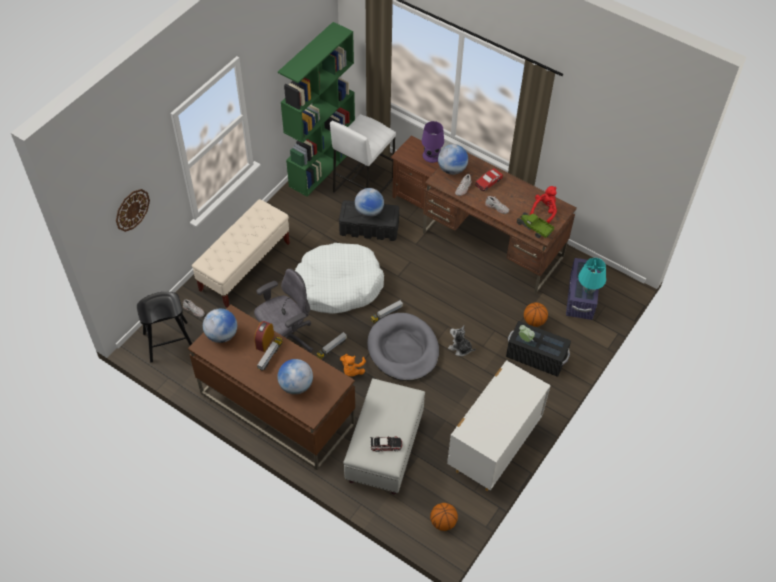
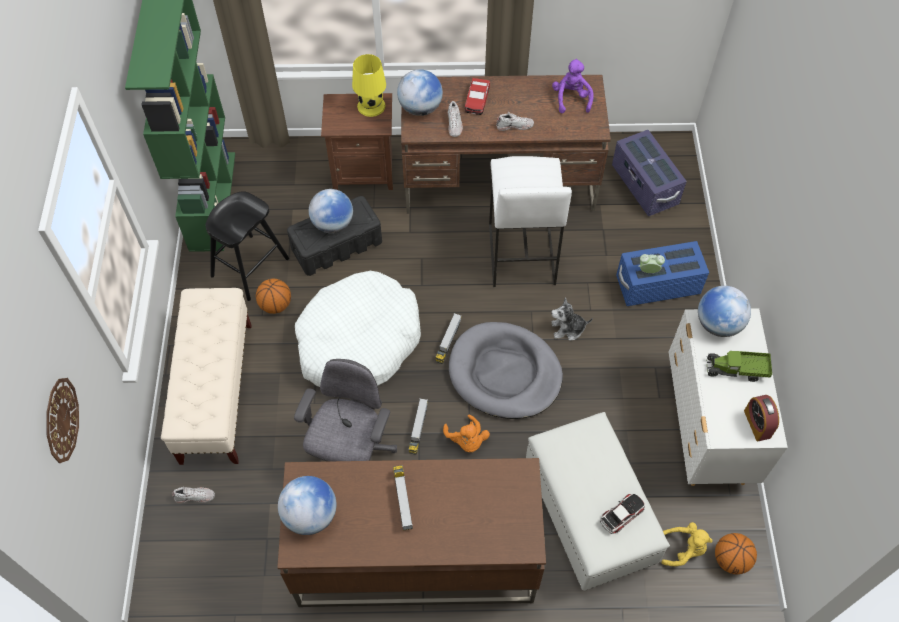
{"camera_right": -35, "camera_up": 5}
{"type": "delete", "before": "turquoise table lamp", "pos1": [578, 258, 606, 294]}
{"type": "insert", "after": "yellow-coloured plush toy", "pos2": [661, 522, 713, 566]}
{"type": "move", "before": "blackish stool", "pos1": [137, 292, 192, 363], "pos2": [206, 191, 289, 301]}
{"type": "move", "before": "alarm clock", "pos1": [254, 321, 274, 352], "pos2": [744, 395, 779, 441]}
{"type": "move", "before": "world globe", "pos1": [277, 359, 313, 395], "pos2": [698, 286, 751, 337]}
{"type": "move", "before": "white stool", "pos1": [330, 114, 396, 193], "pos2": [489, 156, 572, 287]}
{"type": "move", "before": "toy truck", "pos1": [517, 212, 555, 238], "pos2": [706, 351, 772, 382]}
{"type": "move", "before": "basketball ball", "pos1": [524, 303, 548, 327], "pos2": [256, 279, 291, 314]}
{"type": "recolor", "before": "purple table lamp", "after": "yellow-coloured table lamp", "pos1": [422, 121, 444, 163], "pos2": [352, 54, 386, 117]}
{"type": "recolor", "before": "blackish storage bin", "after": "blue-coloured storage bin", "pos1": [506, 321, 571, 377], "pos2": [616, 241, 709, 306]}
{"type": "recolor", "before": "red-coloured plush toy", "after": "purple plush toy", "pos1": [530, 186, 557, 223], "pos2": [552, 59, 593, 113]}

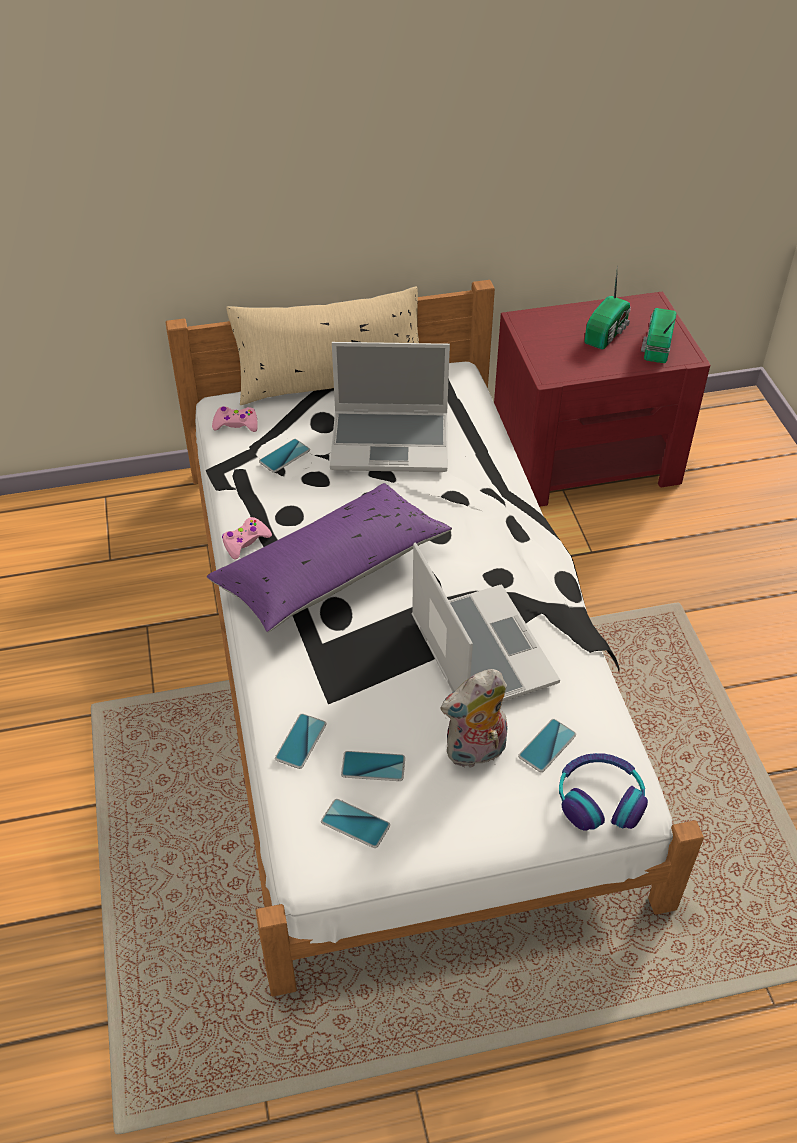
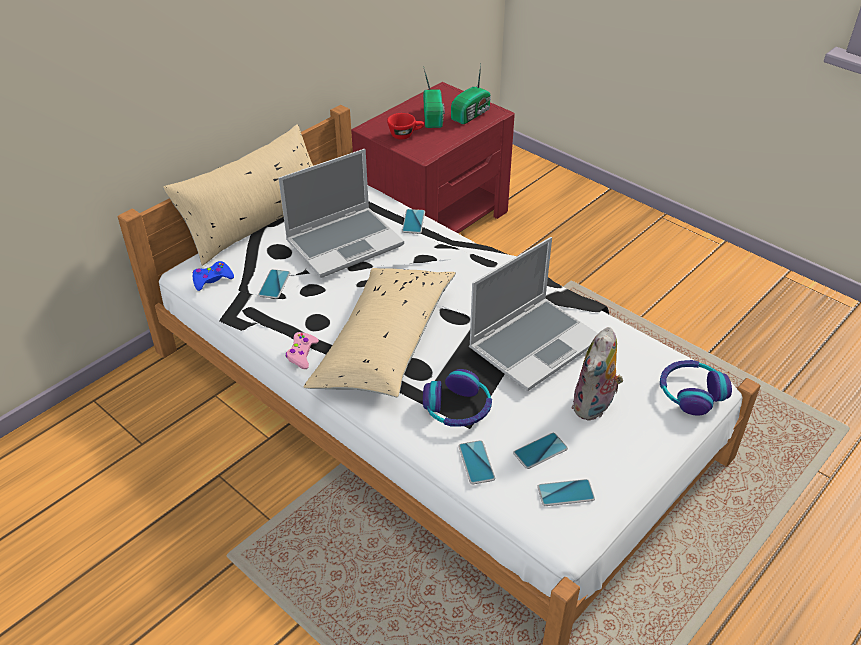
{"camera_right": -35, "camera_up": -5}
{"type": "insert", "after": "red-coloured cup", "pos2": [387, 113, 424, 139]}
{"type": "insert", "after": "pair of headphones", "pos2": [423, 369, 492, 427]}
{"type": "move", "before": "handset", "pos1": [518, 719, 576, 772], "pos2": [402, 209, 425, 234]}
{"type": "recolor", "before": "purple throw pillow", "after": "sand-coloured throw pillow", "pos1": [207, 483, 452, 632], "pos2": [304, 268, 456, 397]}
{"type": "recolor", "before": "pinkish joypad", "after": "blue-coloured joypad", "pos1": [212, 406, 258, 432], "pos2": [193, 261, 234, 291]}
{"type": "rotate", "before": "notebook computer", "pos1": [411, 542, 560, 702], "pos2": [469, 237, 598, 391], "turn": 105}
{"type": "rotate", "before": "radio receiver", "pos1": [641, 308, 677, 363], "pos2": [451, 65, 491, 124], "turn": -120}

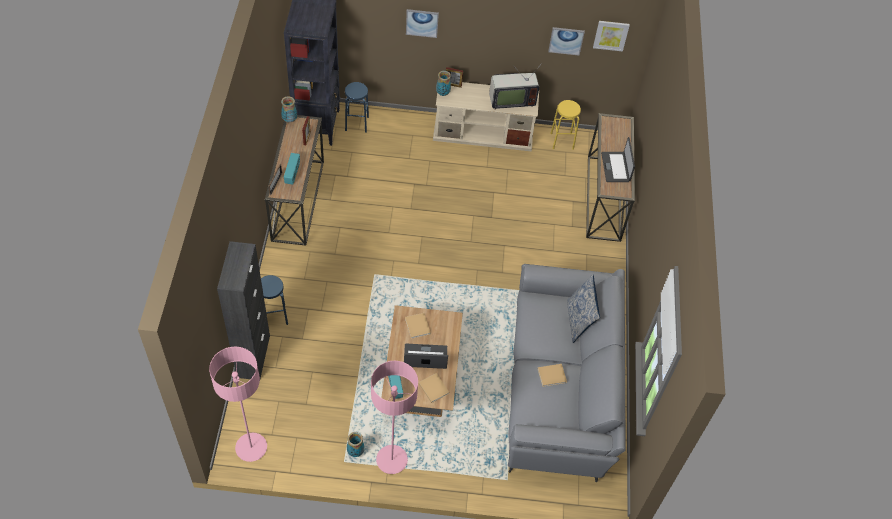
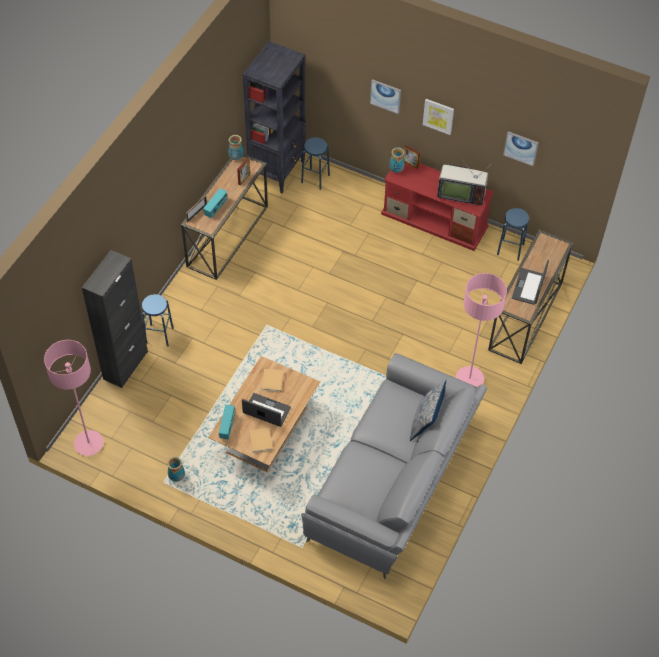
{"camera_right": 25, "camera_up": 0}
{"type": "delete", "before": "sand-coloured book", "pos1": [538, 364, 567, 387]}
{"type": "move", "before": "pinkish standard lamp", "pos1": [371, 361, 418, 474], "pos2": [456, 273, 507, 387]}
{"type": "move", "before": "picture", "pos1": [593, 21, 630, 51], "pos2": [423, 99, 454, 135]}
{"type": "recolor", "before": "sand-coloured tv unit", "after": "red-coloured tv unit", "pos1": [433, 82, 539, 152], "pos2": [381, 163, 494, 251]}
{"type": "recolor", "before": "yellow-coloured stool", "after": "blue-coloured stool", "pos1": [550, 100, 581, 150], "pos2": [497, 208, 529, 261]}

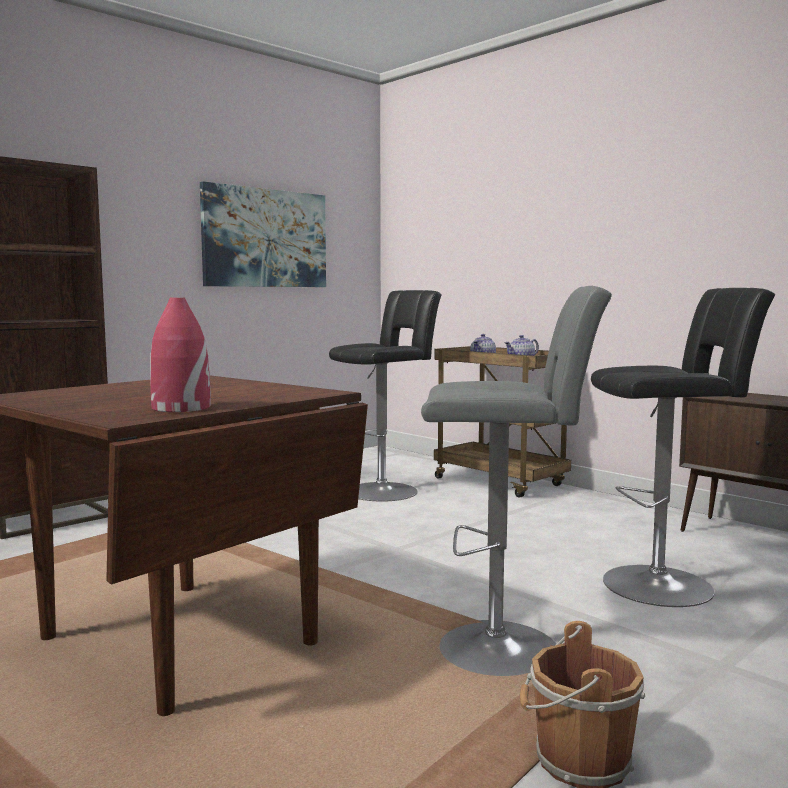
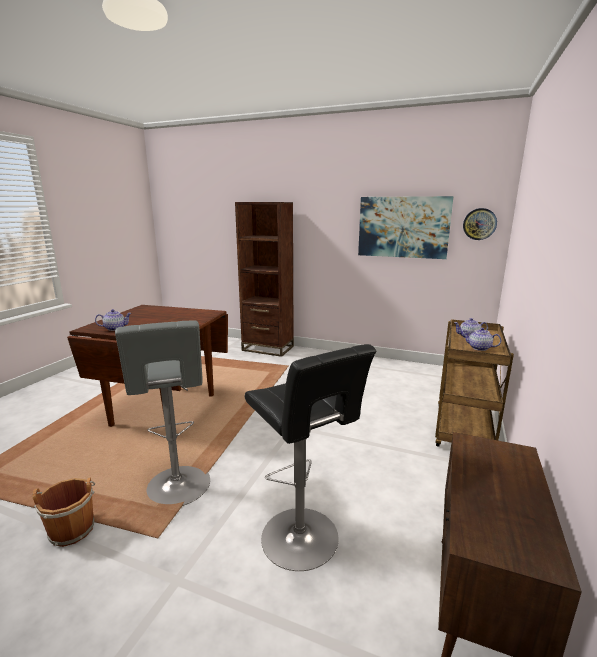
{"camera_right": 65, "camera_up": 10}
{"type": "delete", "before": "blackish stool", "pos1": [329, 290, 442, 501]}
{"type": "insert", "after": "wall clock", "pos2": [463, 208, 497, 240]}
{"type": "replace", "before": "red-coloured flower vase", "after": "tea pot", "pos1": [150, 298, 211, 412], "pos2": [95, 309, 131, 331]}

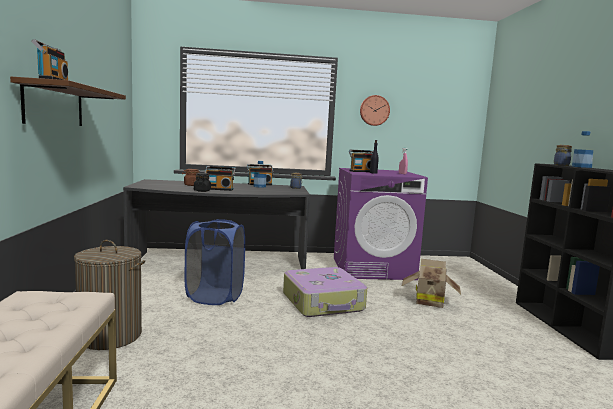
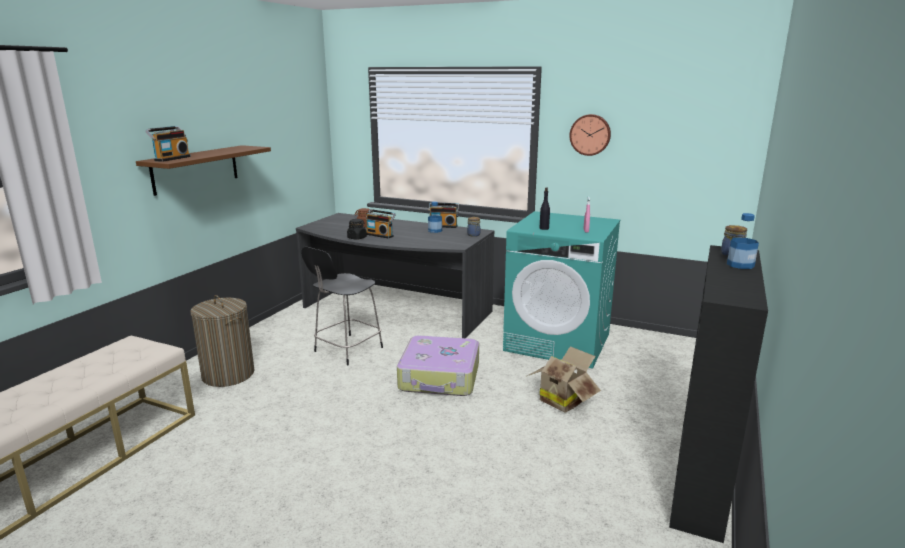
{"camera_right": 30, "camera_up": 10}
{"type": "delete", "before": "radio receiver", "pos1": [349, 150, 373, 172]}
{"type": "replace", "before": "blue-coloured hamper", "after": "blackish stool", "pos1": [185, 219, 245, 305], "pos2": [301, 247, 383, 365]}
{"type": "recolor", "before": "purple laundry machine", "after": "turquoise laundry machine", "pos1": [334, 168, 428, 280], "pos2": [503, 211, 620, 369]}

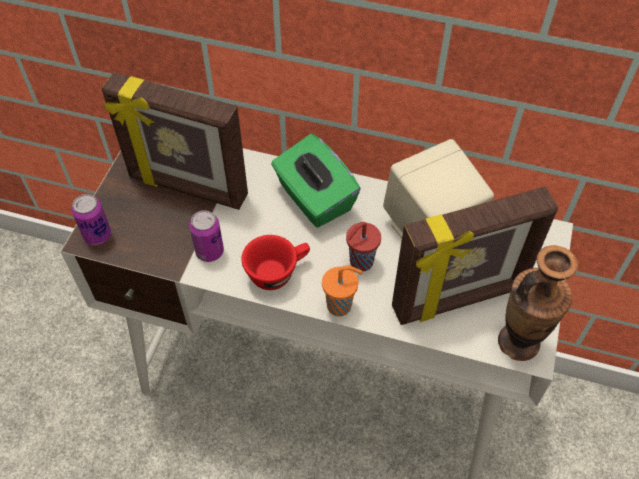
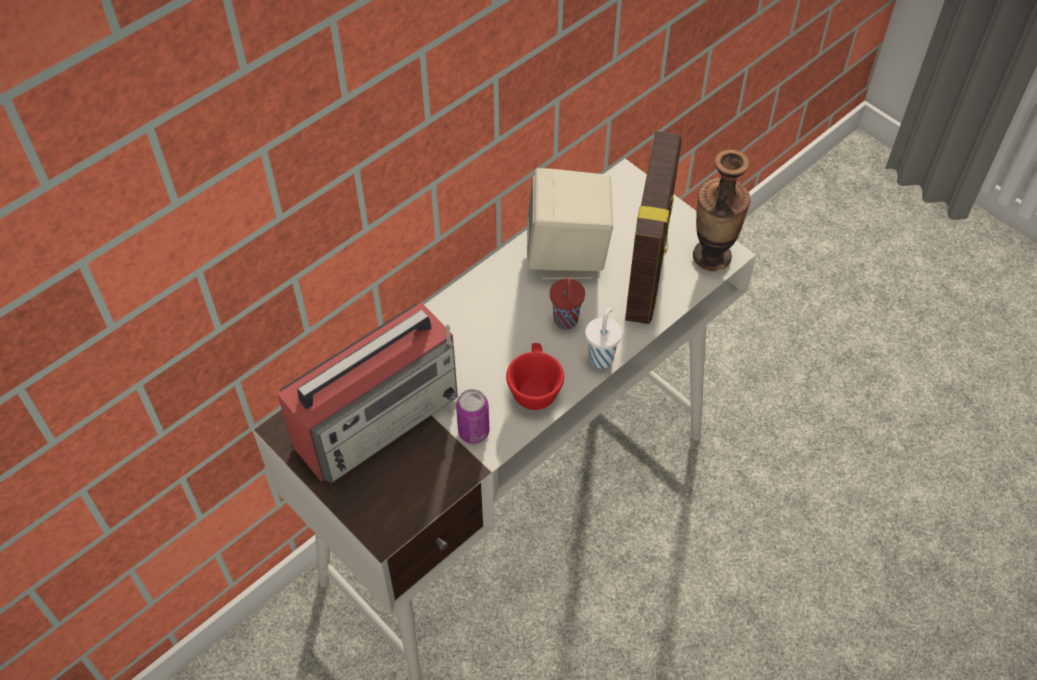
{"camera_right": -60, "camera_up": 0}
{"type": "delete", "before": "can", "pos1": [72, 194, 111, 245]}
{"type": "delete", "before": "green tissue box", "pos1": [271, 134, 361, 227]}
{"type": "replace", "before": "standing frame", "after": "radio receiver", "pos1": [101, 72, 248, 210], "pos2": [277, 302, 458, 483]}
{"type": "recolor", "before": "orange cup", "after": "white cup", "pos1": [322, 266, 363, 316], "pos2": [585, 307, 622, 369]}

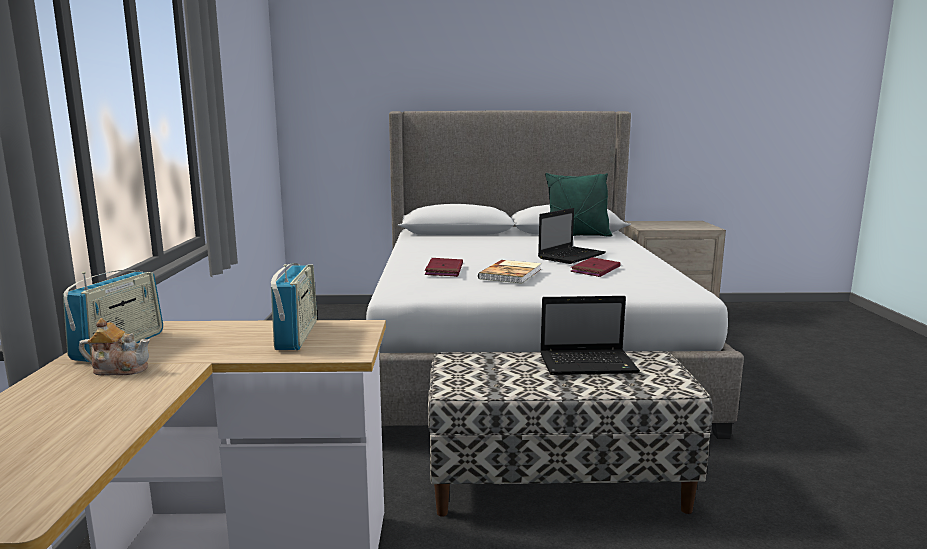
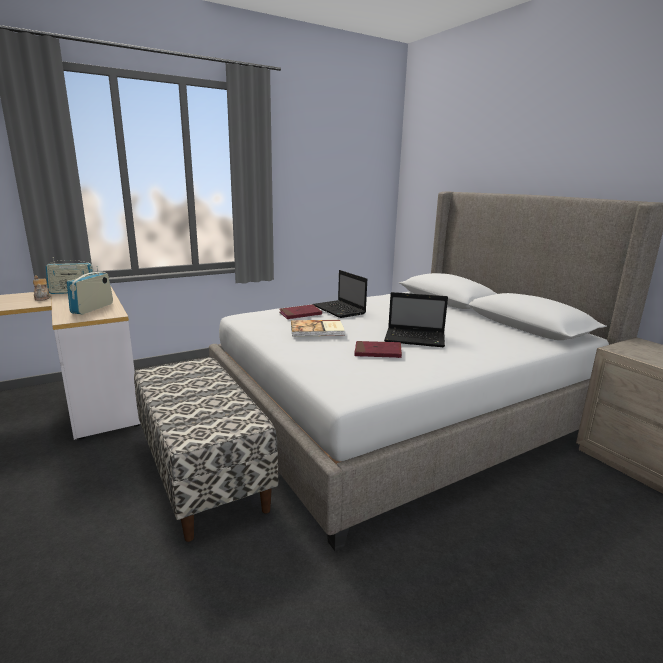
{"camera_right": 60, "camera_up": 5}
{"type": "delete", "before": "green throw pillow", "pos1": [545, 173, 612, 237]}
{"type": "move", "before": "notebook computer", "pos1": [540, 296, 640, 375], "pos2": [313, 270, 367, 318]}
{"type": "rotate", "before": "radio receiver", "pos1": [271, 263, 317, 350], "pos2": [67, 266, 113, 314], "turn": 135}

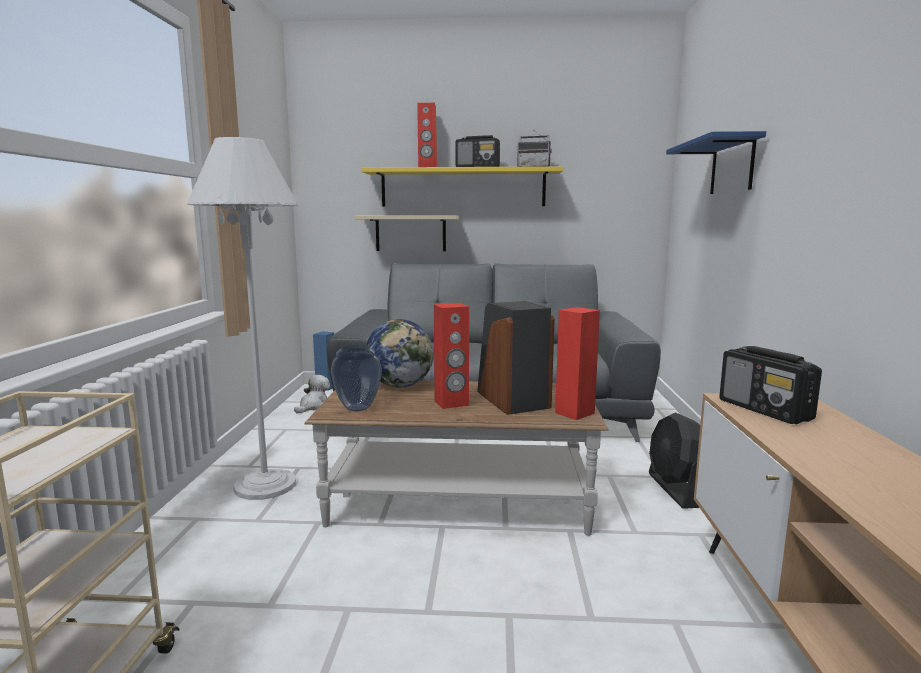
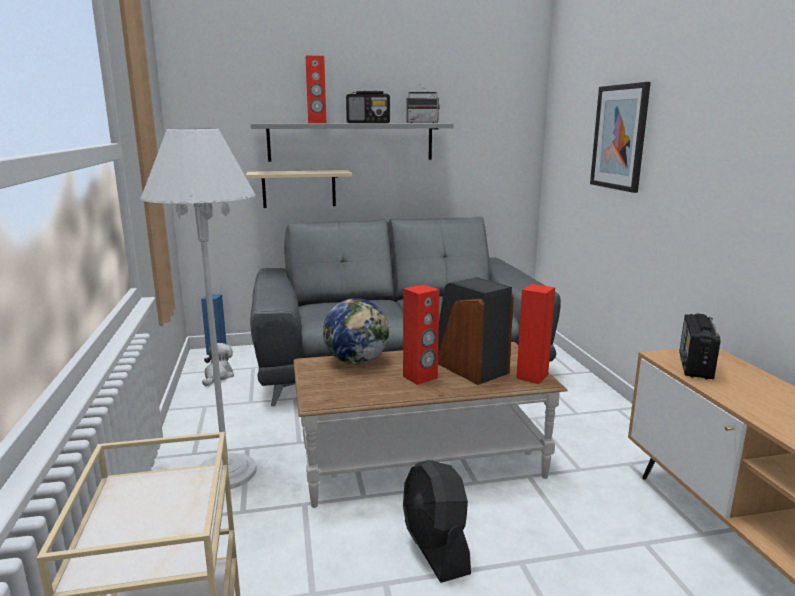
{"camera_right": -15, "camera_up": 5}
{"type": "delete", "before": "flower vase", "pos1": [331, 345, 382, 411]}
{"type": "move", "before": "blackish fan", "pos1": [649, 412, 700, 509], "pos2": [403, 460, 471, 583]}
{"type": "replace", "before": "blue-coloured wall shelf", "after": "picture", "pos1": [666, 131, 766, 194], "pos2": [590, 82, 651, 193]}
{"type": "recolor", "before": "yellow-coloured wall shelf", "after": "gray wall shelf", "pos1": [361, 166, 564, 206], "pos2": [251, 124, 453, 162]}
{"type": "rotate", "before": "radio receiver", "pos1": [719, 346, 822, 424], "pos2": [679, 313, 721, 380], "turn": 60}

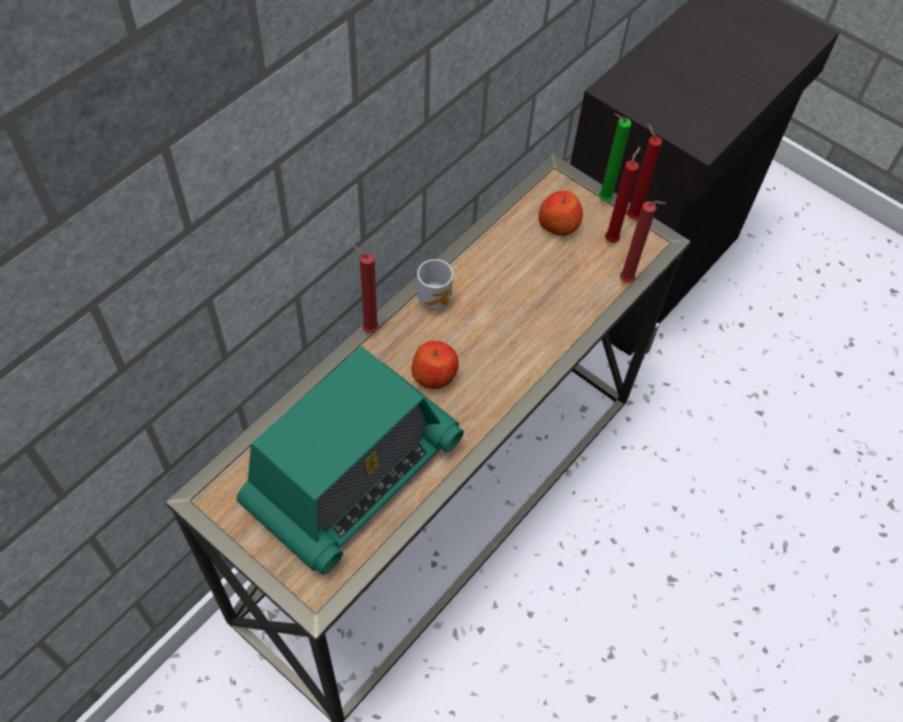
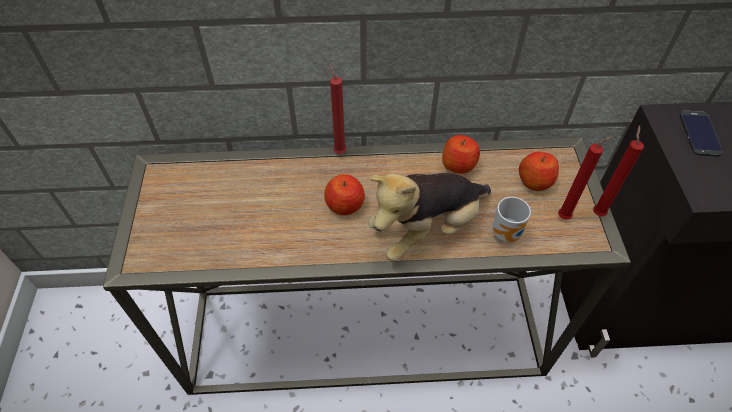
{"camera_right": 50, "camera_up": -5}
{"type": "delete", "before": "radio receiver", "pos1": [236, 346, 464, 575]}
{"type": "delete", "before": "green candle", "pos1": [599, 114, 631, 202]}
{"type": "delete", "before": "red-coloured candle", "pos1": [620, 201, 666, 283]}
{"type": "insert", "after": "plush toy", "pos2": [368, 173, 491, 261]}
{"type": "insert", "after": "apple fruit", "pos2": [442, 135, 480, 174]}
{"type": "insert", "after": "handset", "pos2": [679, 111, 723, 157]}
{"type": "move", "before": "tea mug", "pos1": [417, 259, 453, 310], "pos2": [492, 197, 531, 242]}

